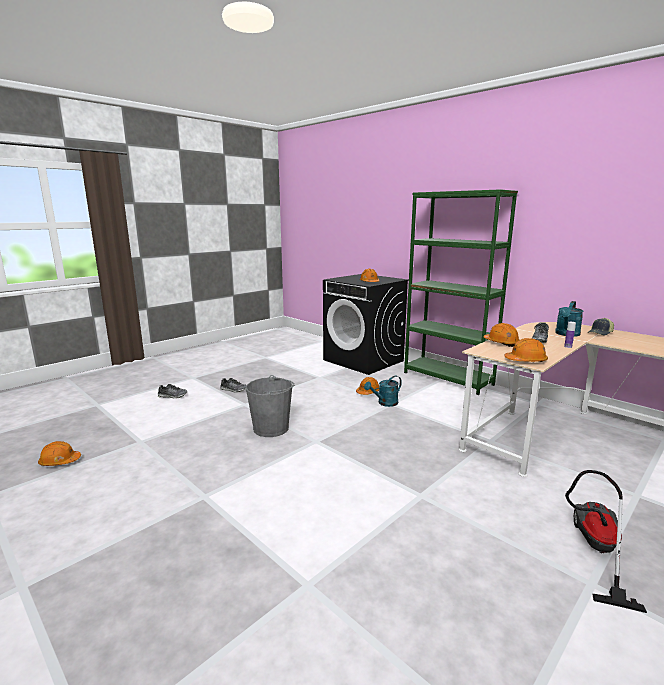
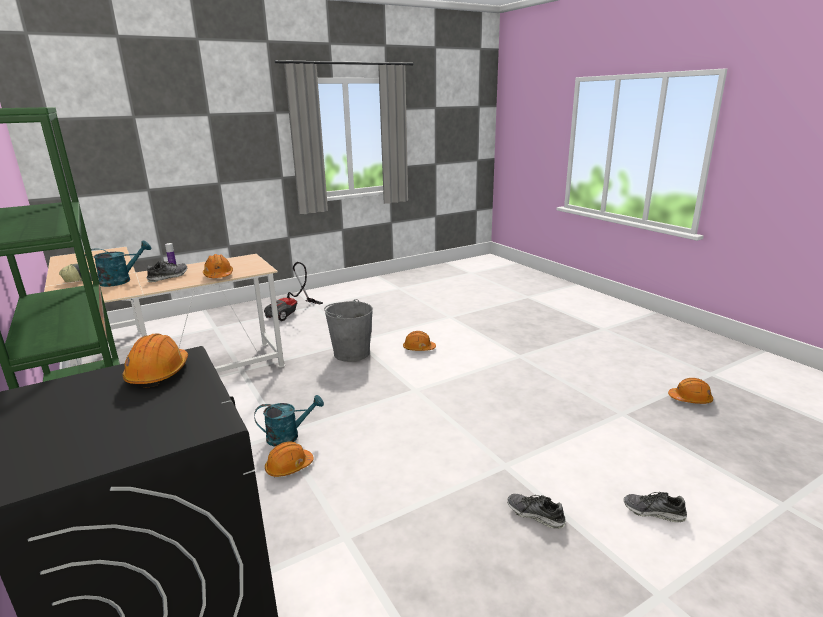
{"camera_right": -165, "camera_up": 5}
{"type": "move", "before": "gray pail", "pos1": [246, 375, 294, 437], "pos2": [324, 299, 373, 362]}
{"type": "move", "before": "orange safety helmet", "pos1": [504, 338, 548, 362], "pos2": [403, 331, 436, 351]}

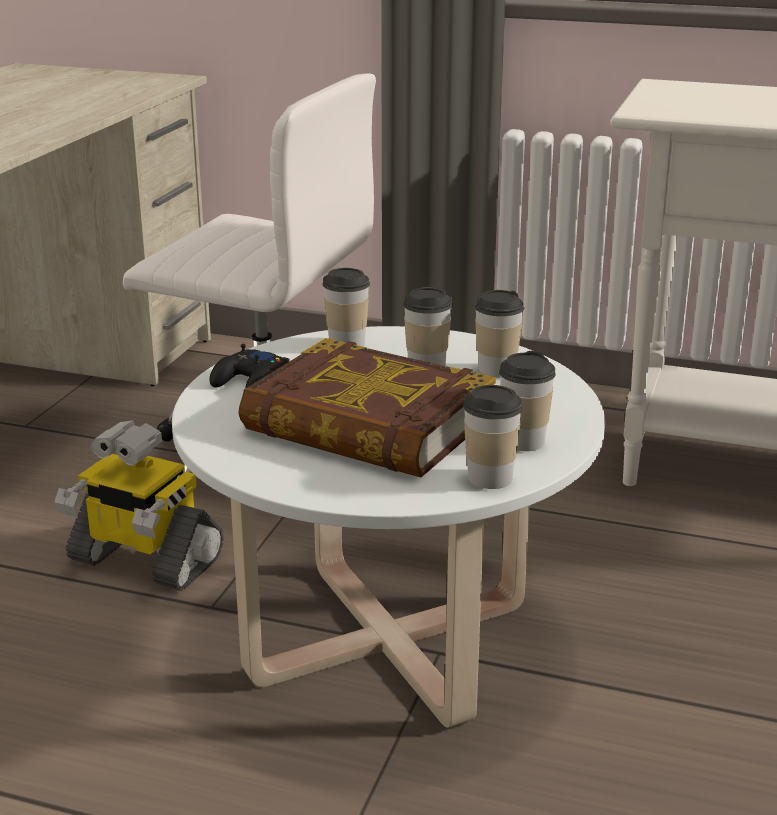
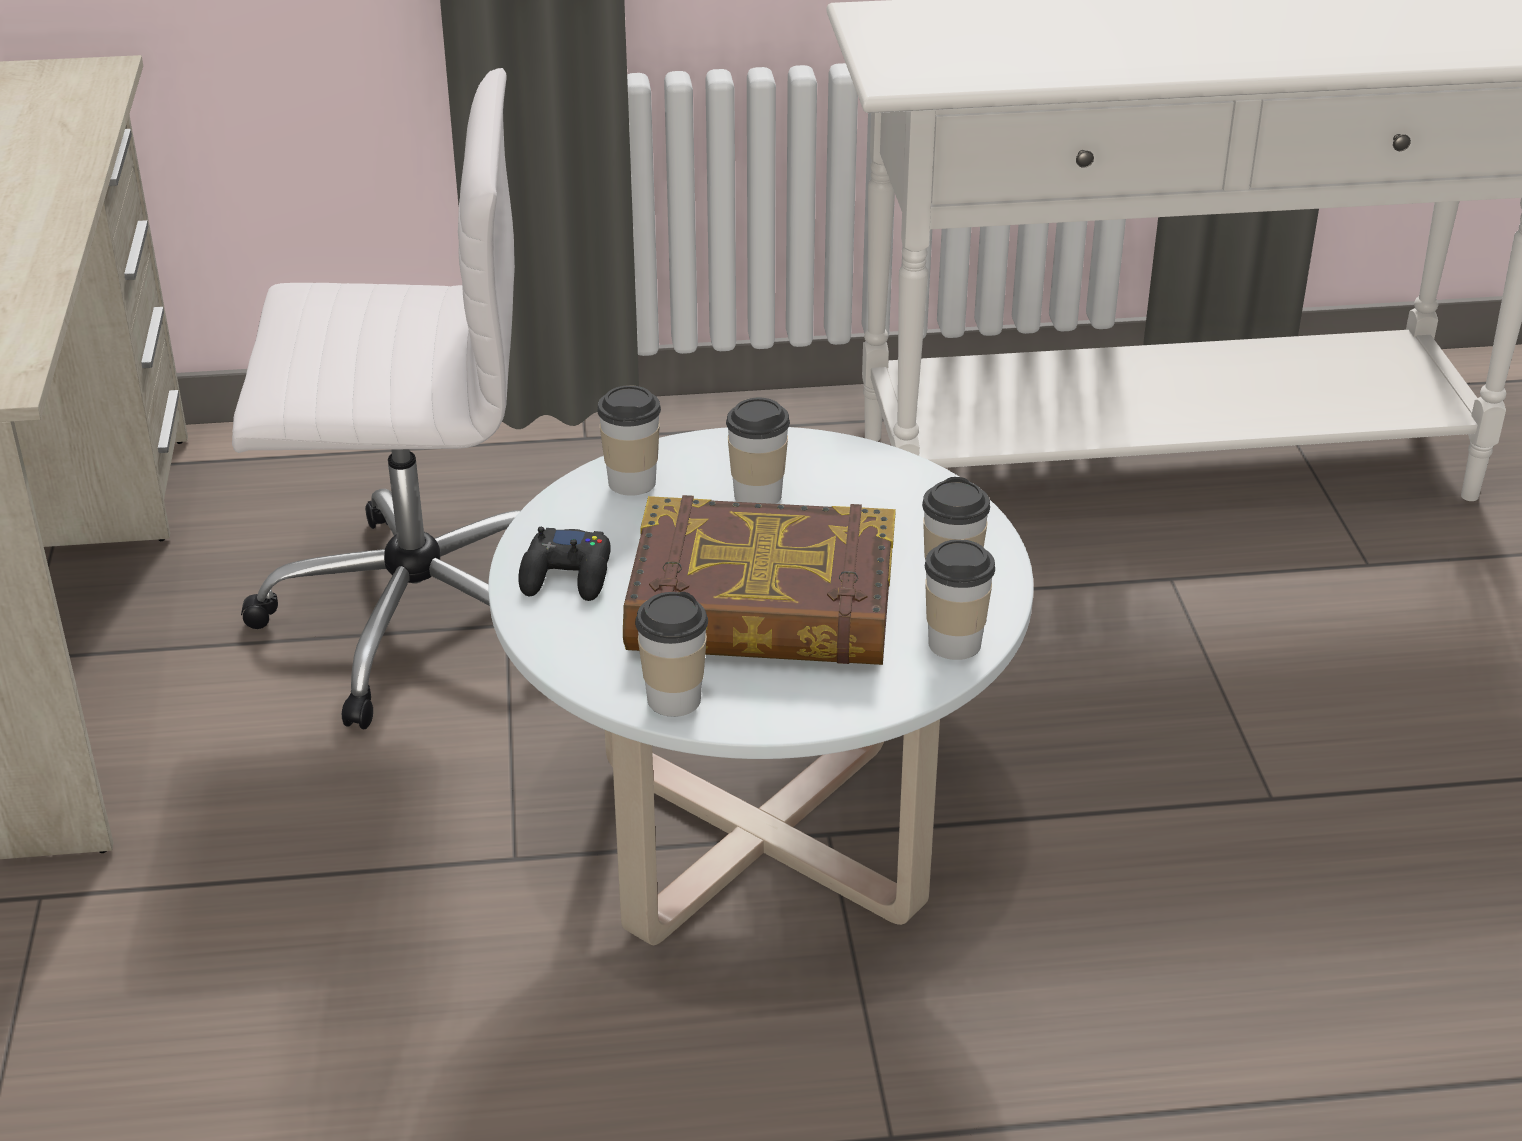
{"camera_right": -25, "camera_up": 10}
{"type": "delete", "before": "toy robot", "pos1": [54, 420, 224, 591]}
{"type": "move", "before": "cup", "pos1": [474, 290, 524, 378], "pos2": [635, 592, 708, 717]}

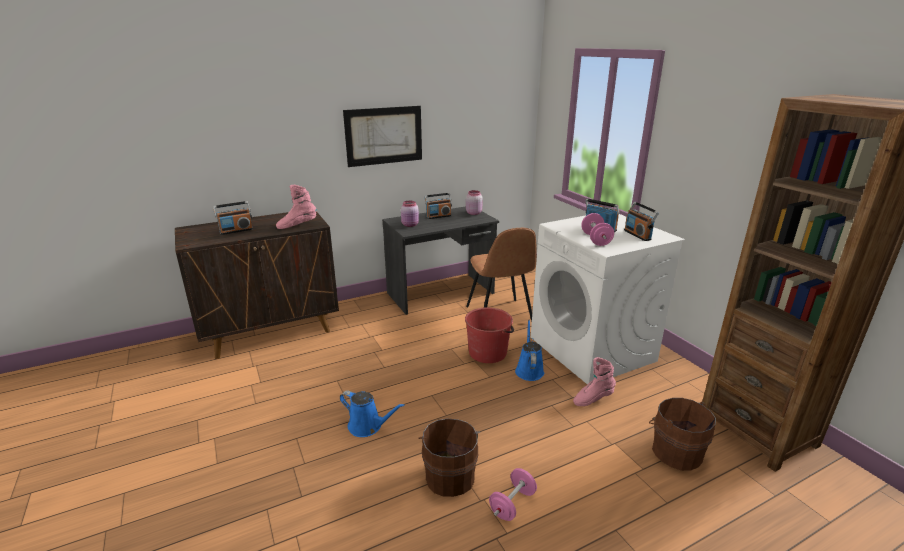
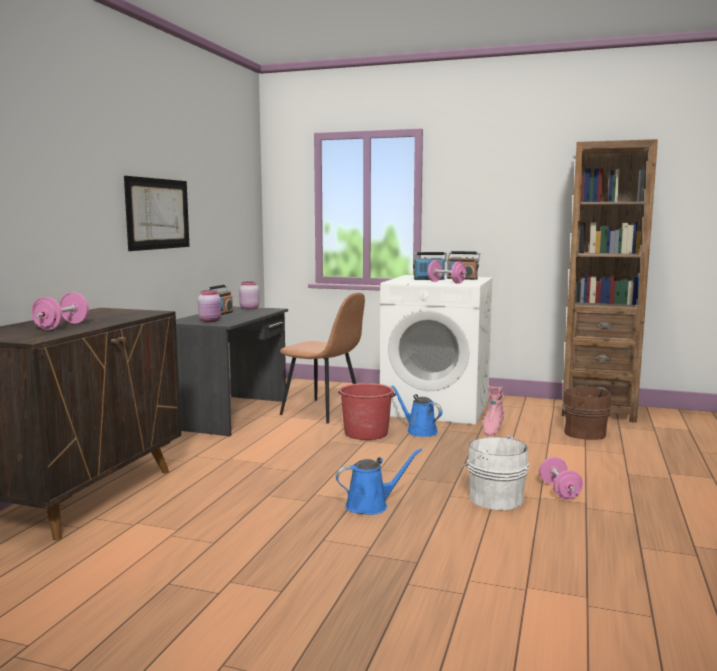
{"camera_right": -45, "camera_up": -15}
{"type": "delete", "before": "pinkish high-top boot", "pos1": [276, 185, 317, 229]}
{"type": "replace", "before": "radio receiver", "after": "pinkish dumbbell", "pos1": [213, 201, 253, 235], "pos2": [31, 292, 89, 330]}
{"type": "recolor", "before": "brown pail", "after": "white pail", "pos1": [418, 419, 480, 497], "pos2": [462, 435, 529, 510]}

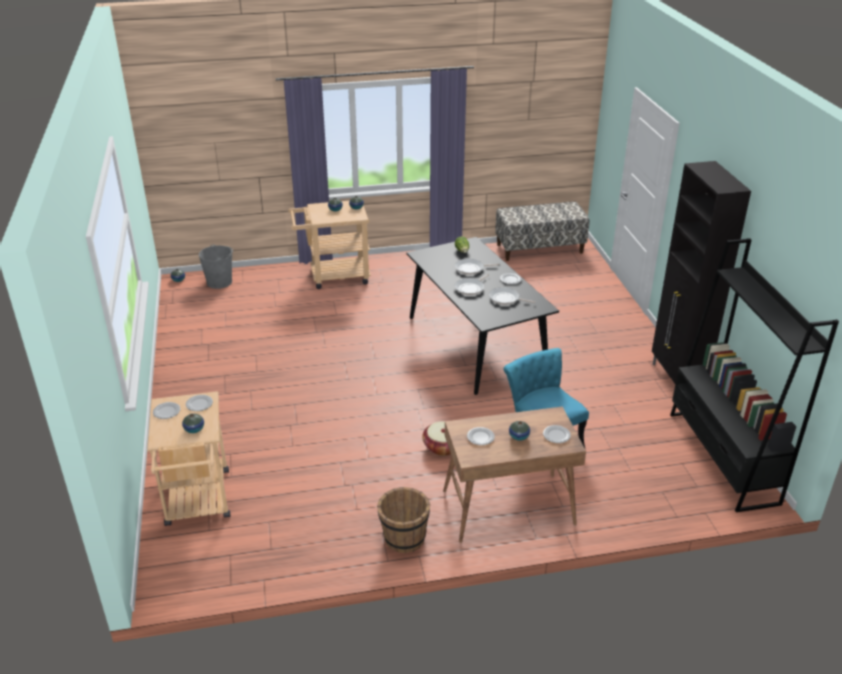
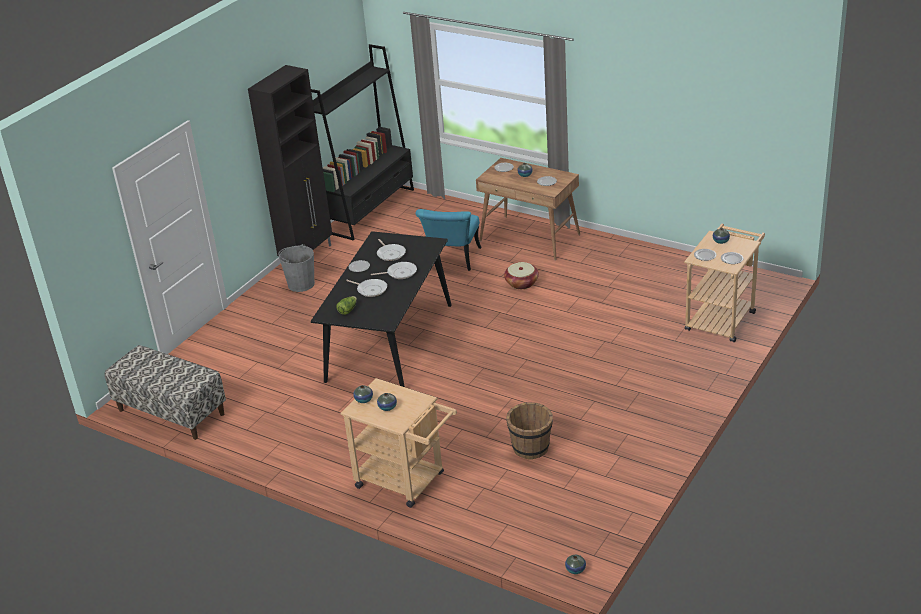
{"camera_right": -135, "camera_up": 0}
{"type": "move", "before": "gray pail", "pos1": [199, 244, 233, 289], "pos2": [278, 244, 315, 292]}
{"type": "move", "before": "brown pail", "pos1": [377, 487, 430, 553], "pos2": [506, 402, 553, 459]}

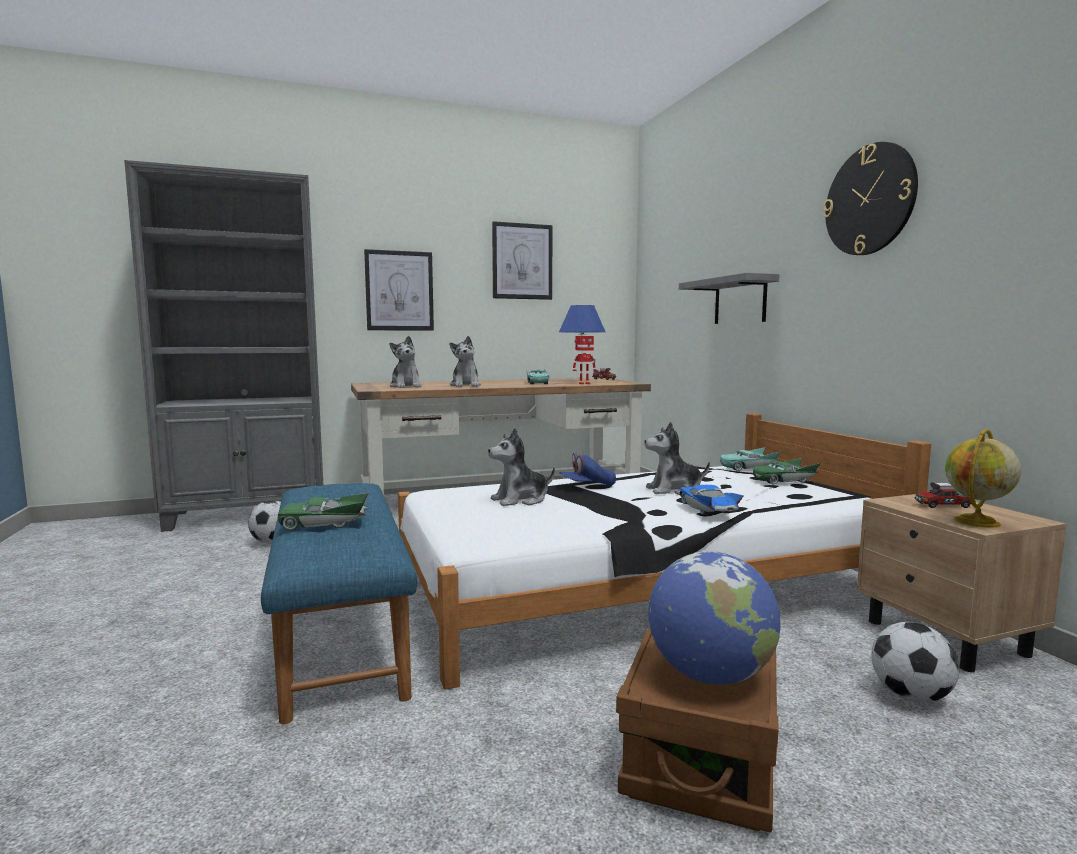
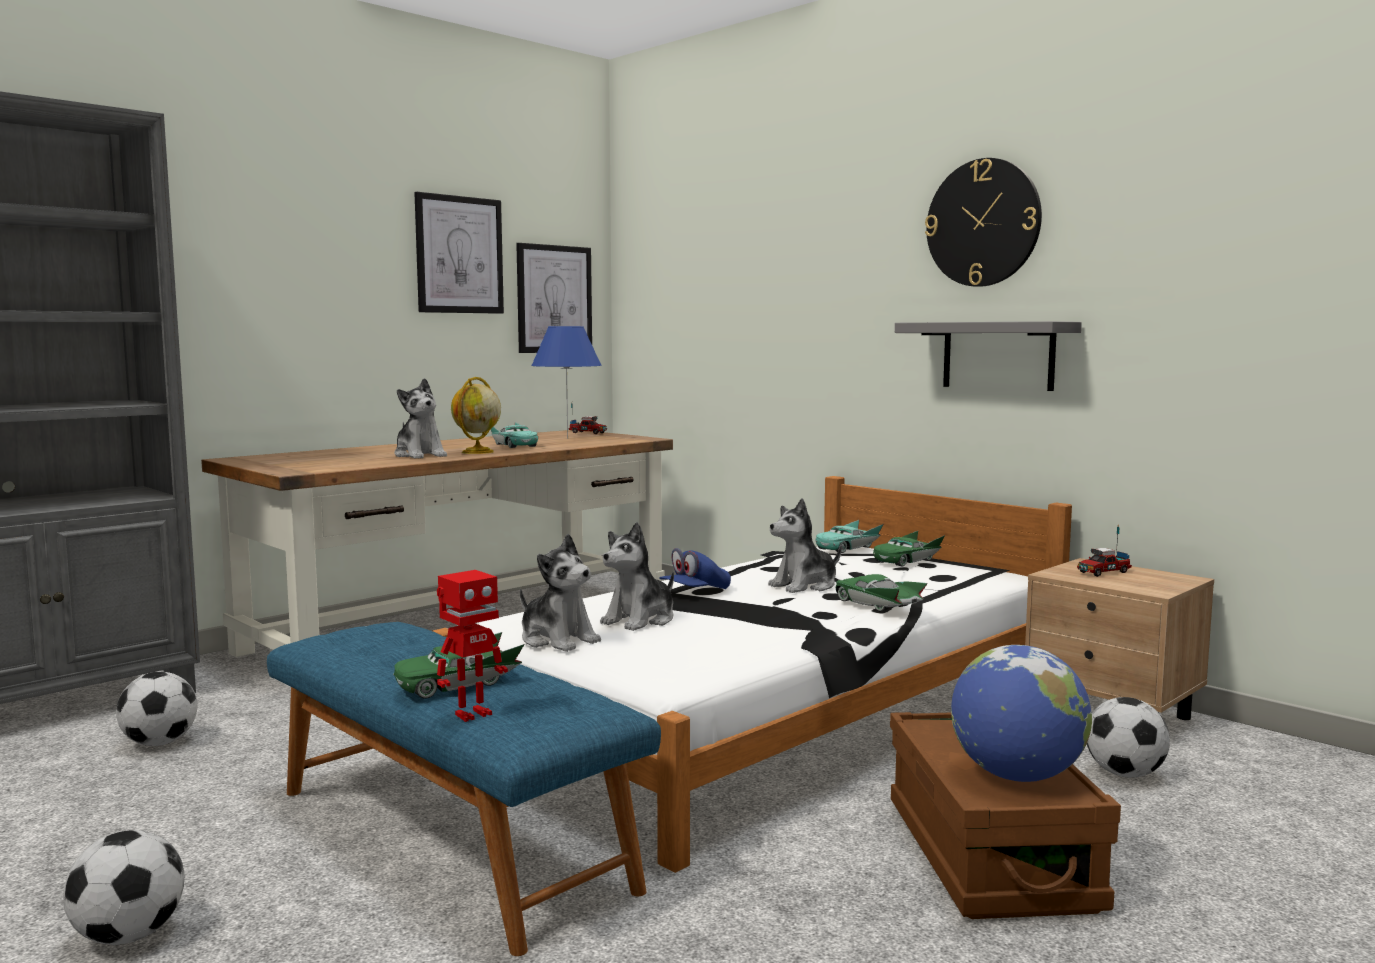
{"camera_right": -25, "camera_up": 0}
{"type": "insert", "after": "football ball", "pos2": [63, 830, 184, 945]}
{"type": "move", "before": "picture", "pos1": [364, 249, 434, 331], "pos2": [516, 243, 592, 353]}
{"type": "move", "before": "plush toy", "pos1": [389, 336, 422, 388], "pos2": [520, 534, 601, 652]}
{"type": "move", "before": "toy robot", "pos1": [573, 336, 597, 384], "pos2": [437, 570, 508, 722]}
{"type": "move", "before": "gray wall shelf", "pos1": [679, 273, 780, 324], "pos2": [895, 321, 1082, 391]}
{"type": "move", "before": "world globe", "pos1": [945, 429, 1022, 528], "pos2": [451, 377, 501, 454]}
{"type": "recolor", "before": "blue-coloured model car", "after": "green model car", "pos1": [680, 485, 744, 515], "pos2": [836, 574, 928, 611]}

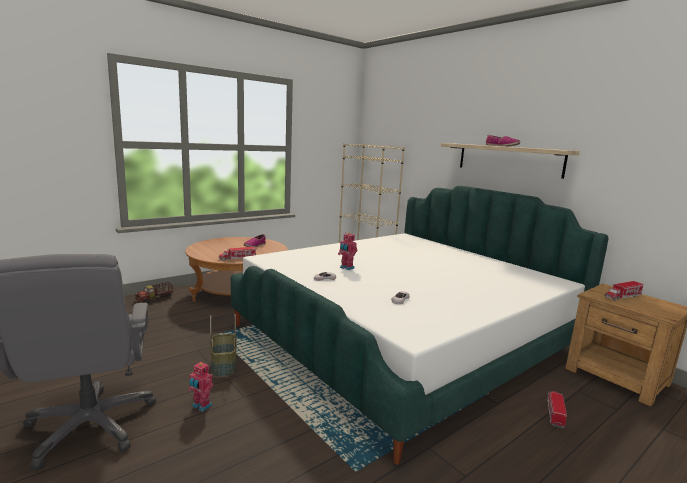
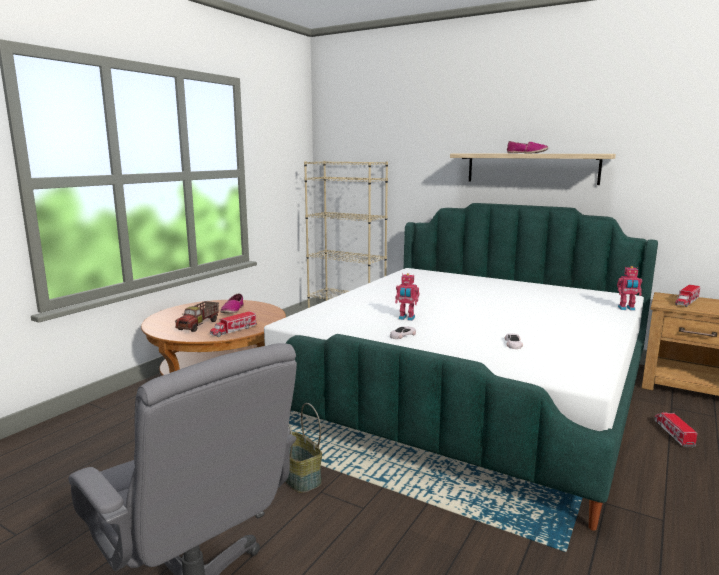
{"camera_right": -20, "camera_up": 0}
{"type": "move", "before": "toy truck", "pos1": [135, 282, 174, 303], "pos2": [175, 301, 219, 332]}
{"type": "move", "before": "toy robot", "pos1": [188, 362, 213, 412], "pos2": [617, 266, 642, 311]}

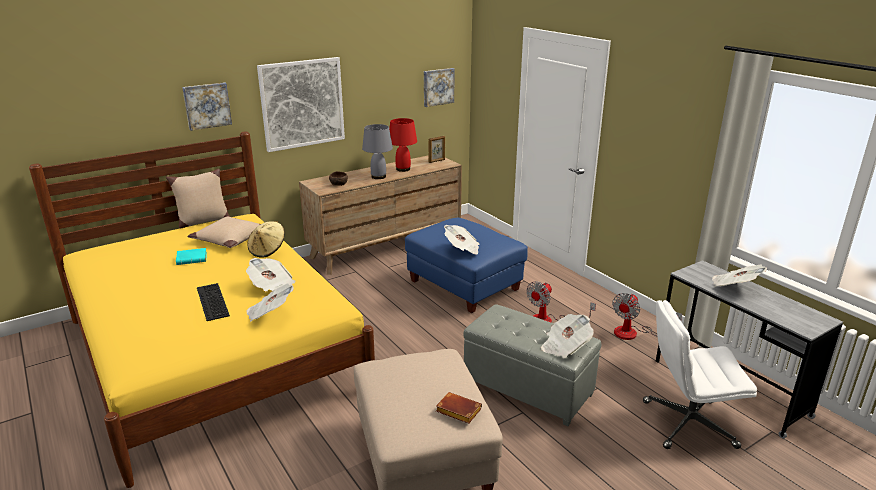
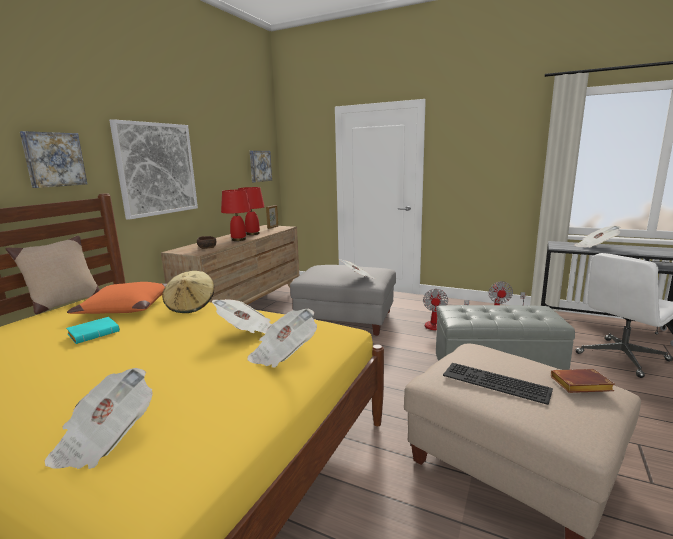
{"camera_right": -30, "camera_up": -10}
{"type": "move", "before": "PC keyboard", "pos1": [197, 283, 230, 321], "pos2": [443, 363, 553, 405]}
{"type": "move", "before": "printed paper", "pos1": [541, 314, 594, 358], "pos2": [45, 368, 153, 469]}
{"type": "recolor", "before": "sand-coloured throw pillow", "after": "orange throw pillow", "pos1": [187, 216, 261, 248], "pos2": [67, 282, 167, 314]}
{"type": "recolor", "before": "gray table lamp", "after": "red-coloured table lamp", "pos1": [362, 124, 393, 179], "pos2": [221, 189, 251, 241]}
{"type": "recolor", "before": "blue-coloured footrest", "after": "gray footrest", "pos1": [405, 218, 528, 313], "pos2": [290, 265, 396, 336]}

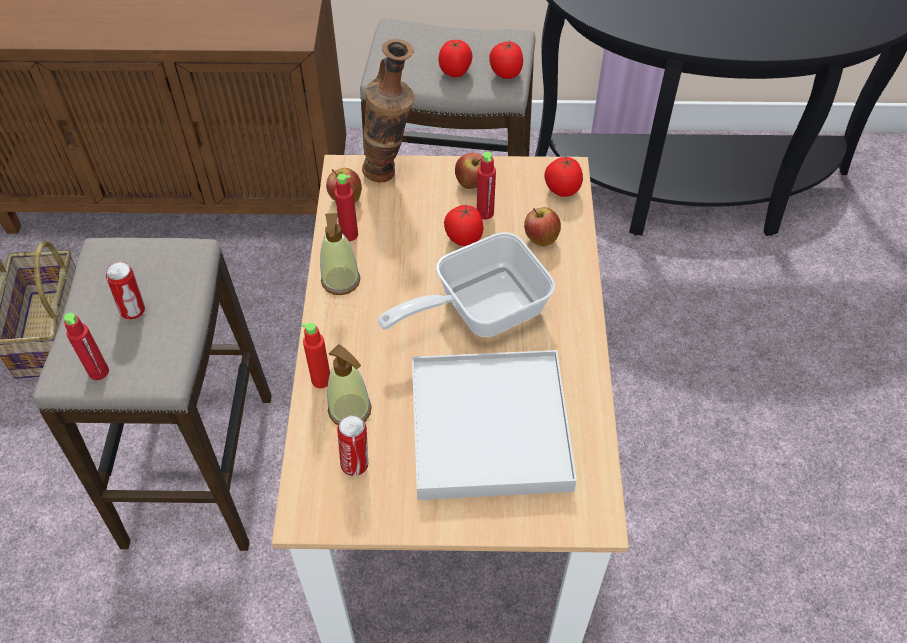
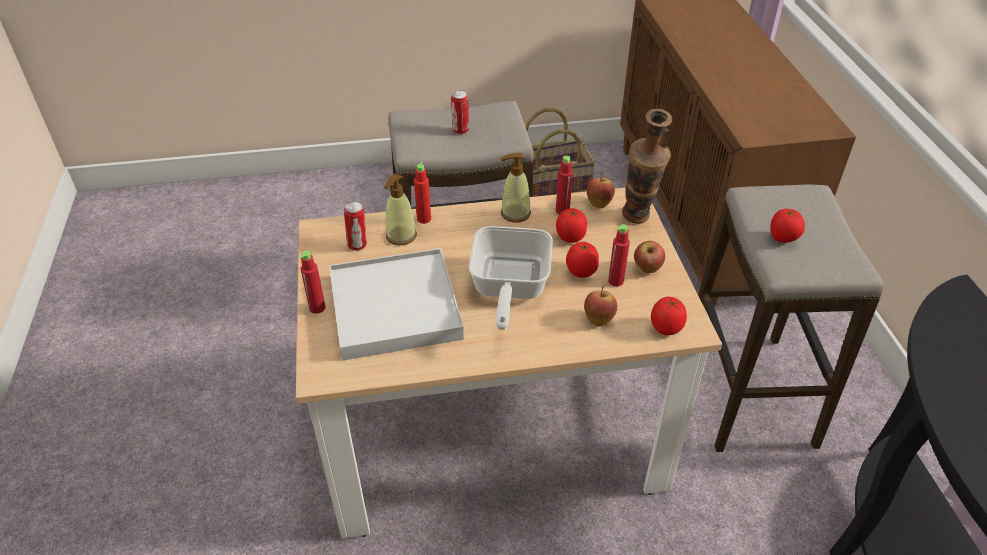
{"camera_right": 80, "camera_up": -10}
{"type": "move", "before": "red-coloured beverage bottle", "pos1": [64, 313, 109, 380], "pos2": [299, 251, 325, 314]}
{"type": "move", "before": "tomato", "pos1": [489, 40, 523, 79], "pos2": [556, 208, 587, 243]}
{"type": "rotate", "before": "skillet", "pos1": [378, 232, 555, 337], "pos2": [469, 226, 553, 330], "turn": -135}

